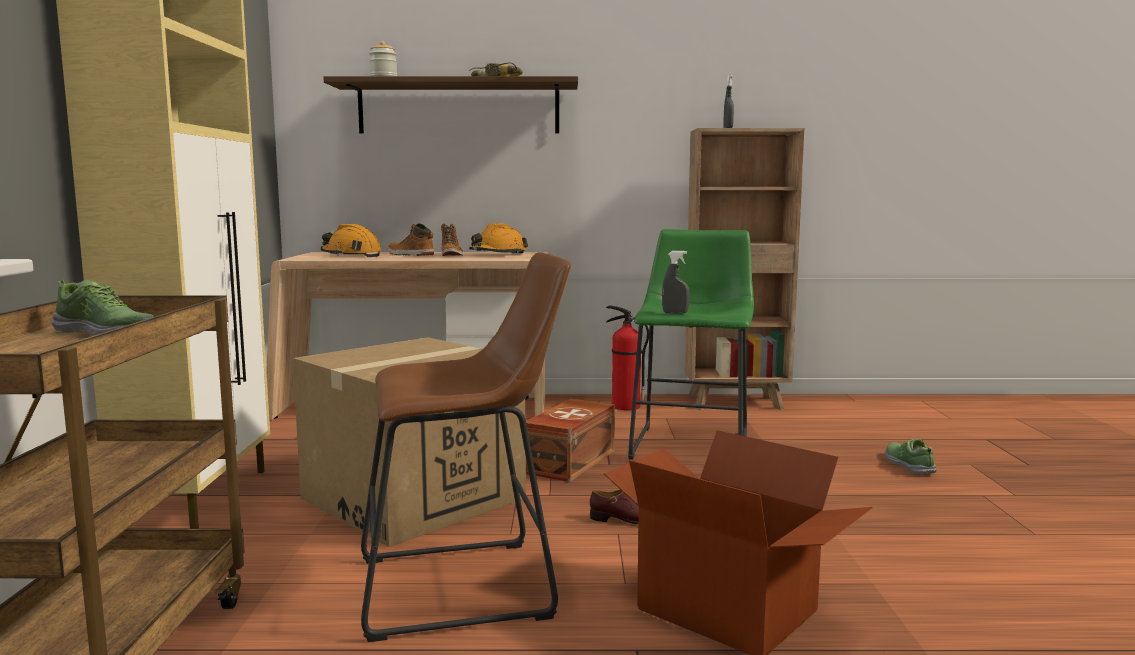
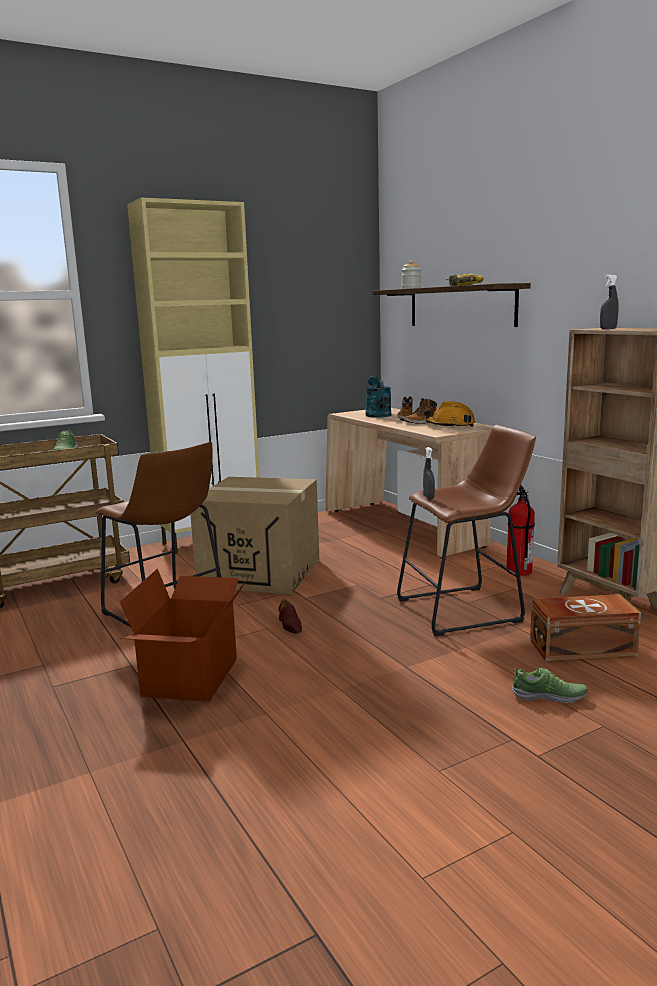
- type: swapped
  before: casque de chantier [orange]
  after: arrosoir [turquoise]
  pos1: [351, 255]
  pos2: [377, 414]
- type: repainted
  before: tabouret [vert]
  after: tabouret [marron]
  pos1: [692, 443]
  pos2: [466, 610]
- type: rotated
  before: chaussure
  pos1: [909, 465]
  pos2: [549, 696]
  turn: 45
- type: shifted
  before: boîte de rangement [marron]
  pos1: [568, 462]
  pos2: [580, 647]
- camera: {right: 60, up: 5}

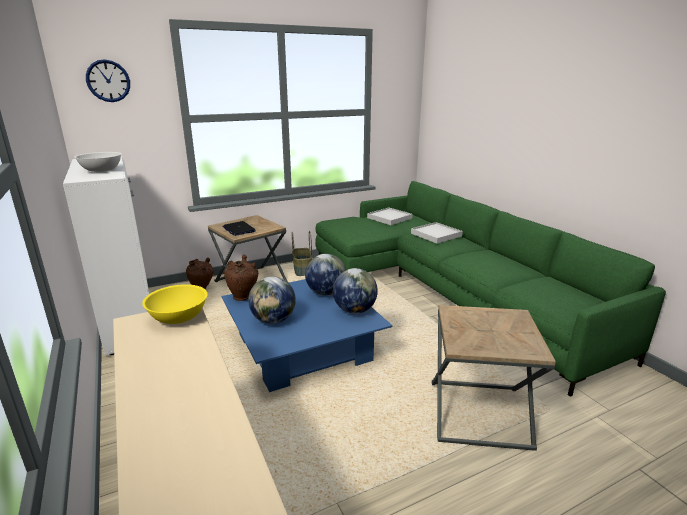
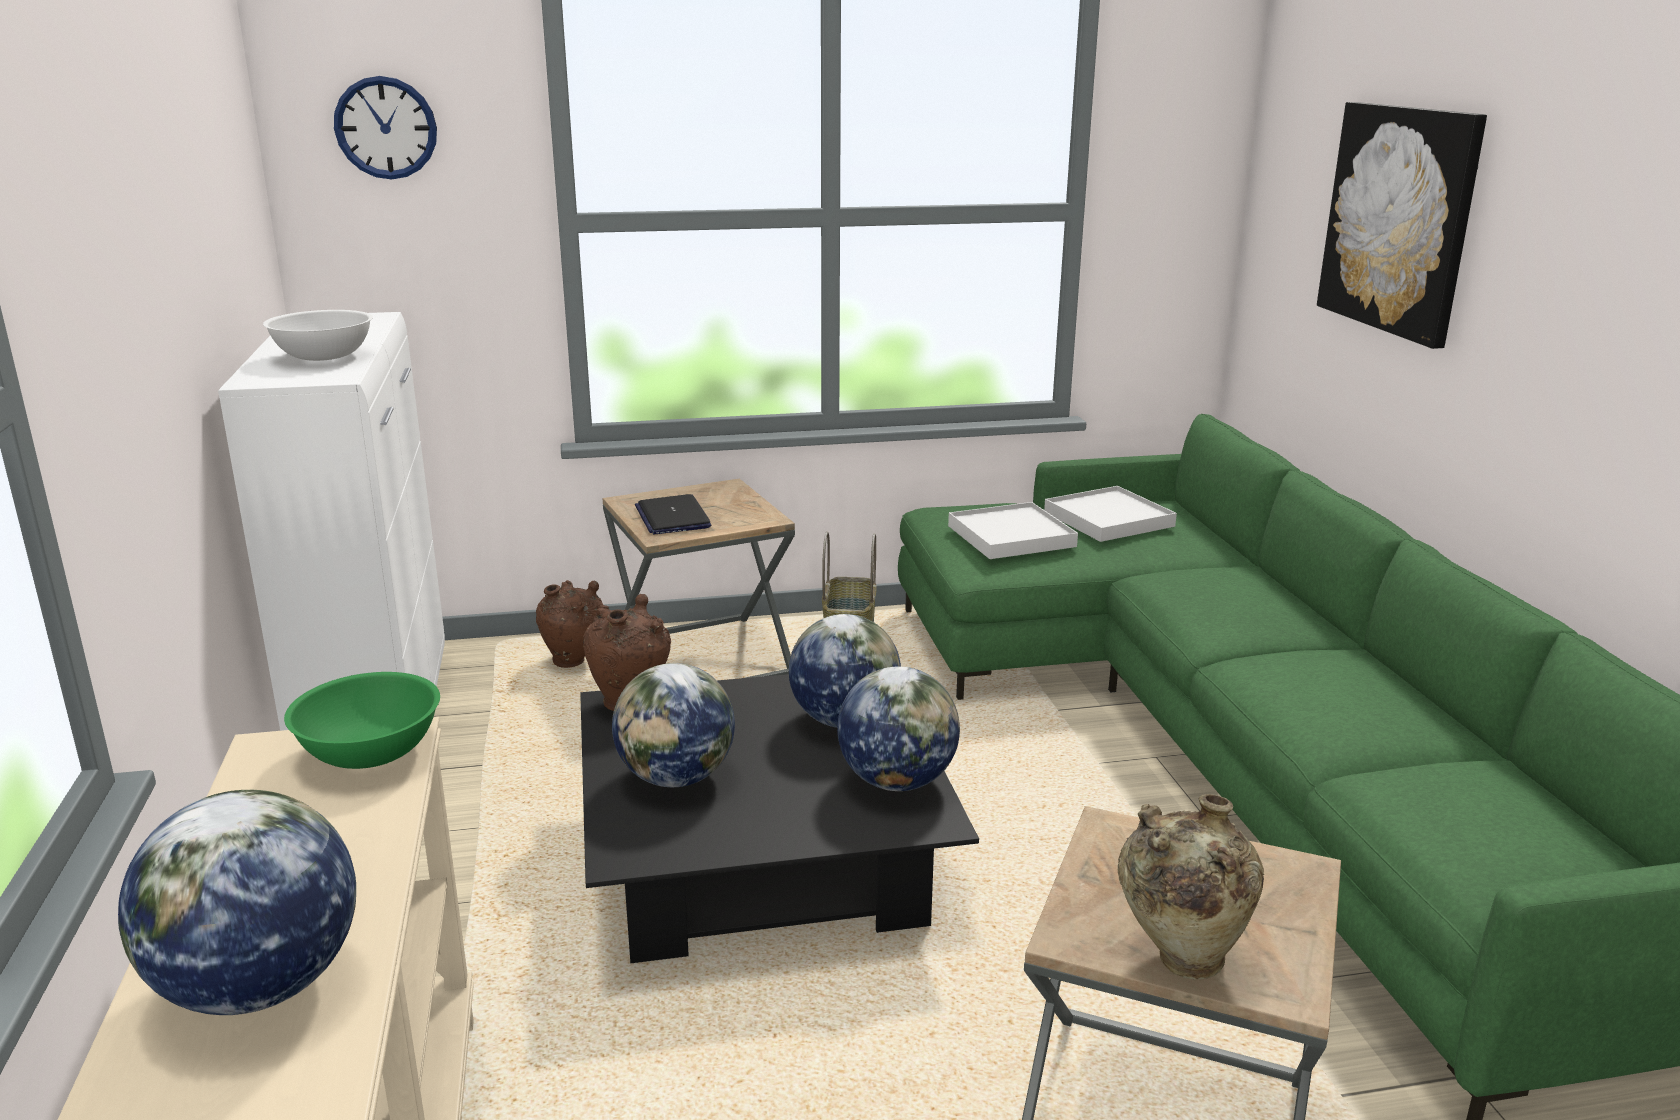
- type: new
  after: globe
  pos2: [258, 987]
- type: repainted
  before: bol [jaune]
  after: bol [vert]
  pos1: [178, 317]
  pos2: [370, 753]
- type: repainted
  before: table basse [bleu]
  after: table basse [noir]
  pos1: [304, 347]
  pos2: [764, 859]
- type: shifted
  before: plateau [blanc]
  pos1: [436, 235]
  pos2: [1011, 536]
- type: new
  after: vase [beige]
  pos2: [1179, 961]
- type: new
  after: tableau
  pos2: [1400, 219]
- camera: {right: 15, up: 0}

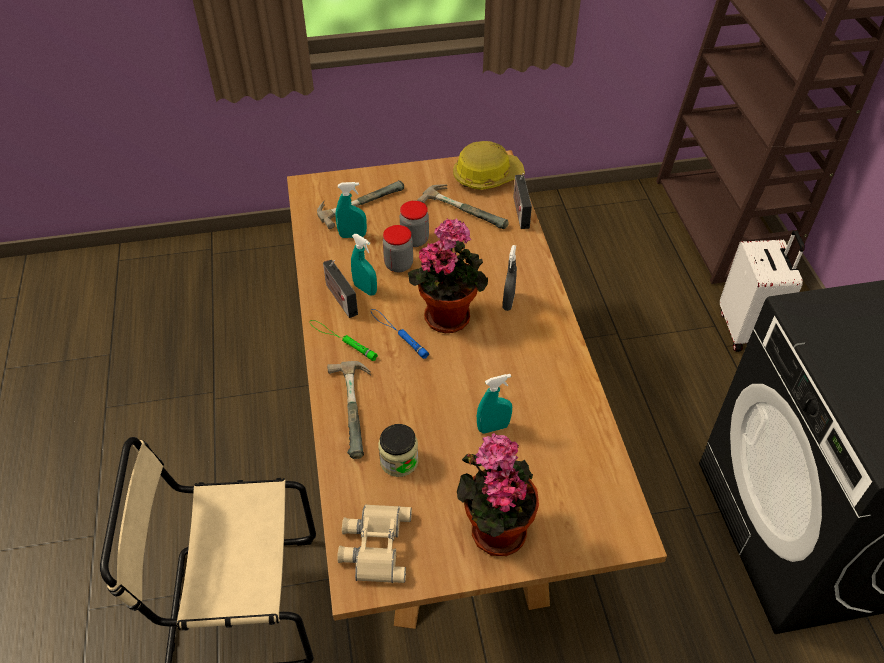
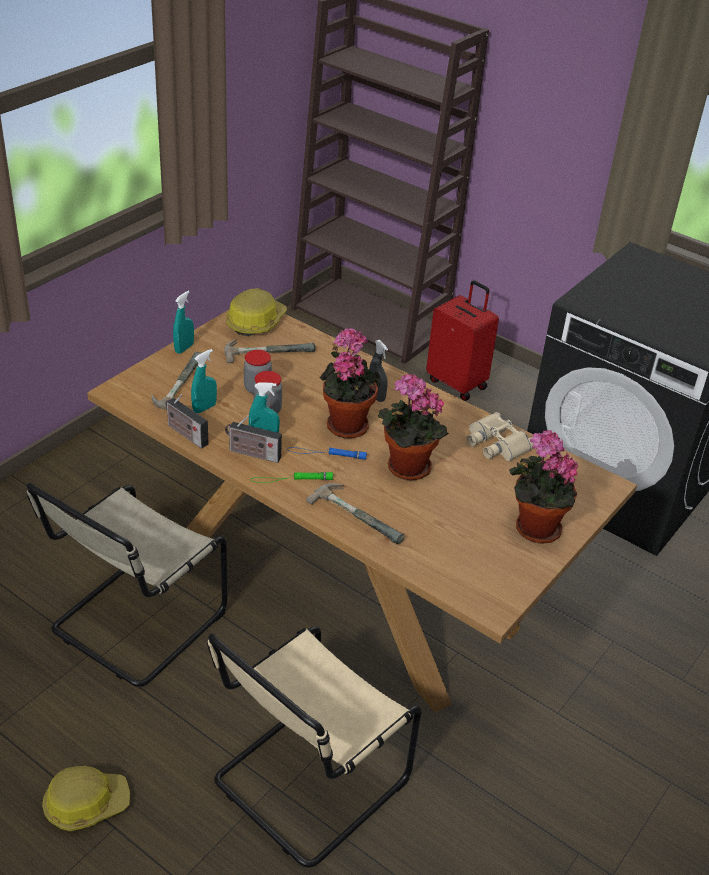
- type: new
  after: chaise [beige]
  pos2: [134, 624]
- type: new
  after: casque de chantier
  pos2: [86, 804]
- type: shifted
  before: radio
  pos1: [520, 211]
  pos2: [185, 434]
- type: shifted
  before: vaporisateur [turquoise]
  pos1: [493, 427]
  pos2: [184, 348]
- type: new
  after: plante en pot
  pos2: [405, 468]
- type: repainted
  before: valise [blanc]
  after: valise [rouge]
  pos1: [746, 330]
  pos2: [457, 383]
- type: shifted
  before: jumelles [beige]
  pos1: [374, 545]
  pos2: [495, 443]
- type: gone
  before: bocal
  pos1: [399, 461]
- camera: {right: -45, up: -10}

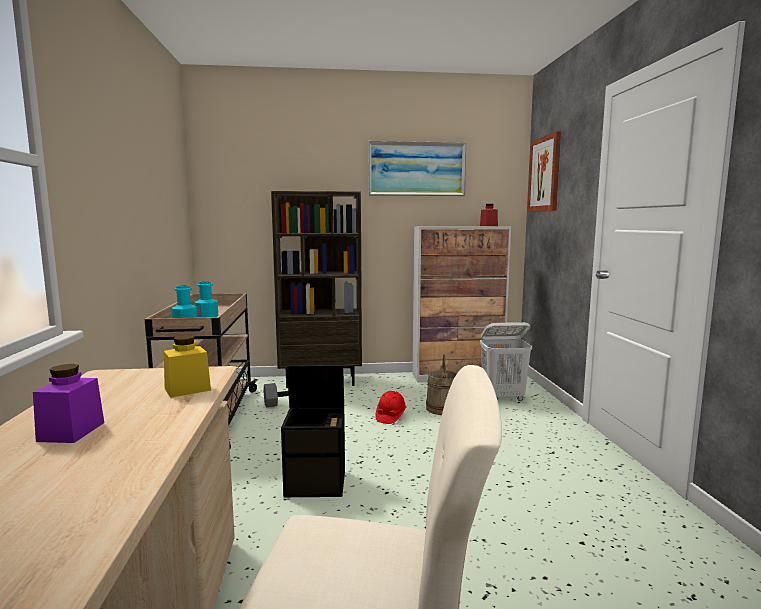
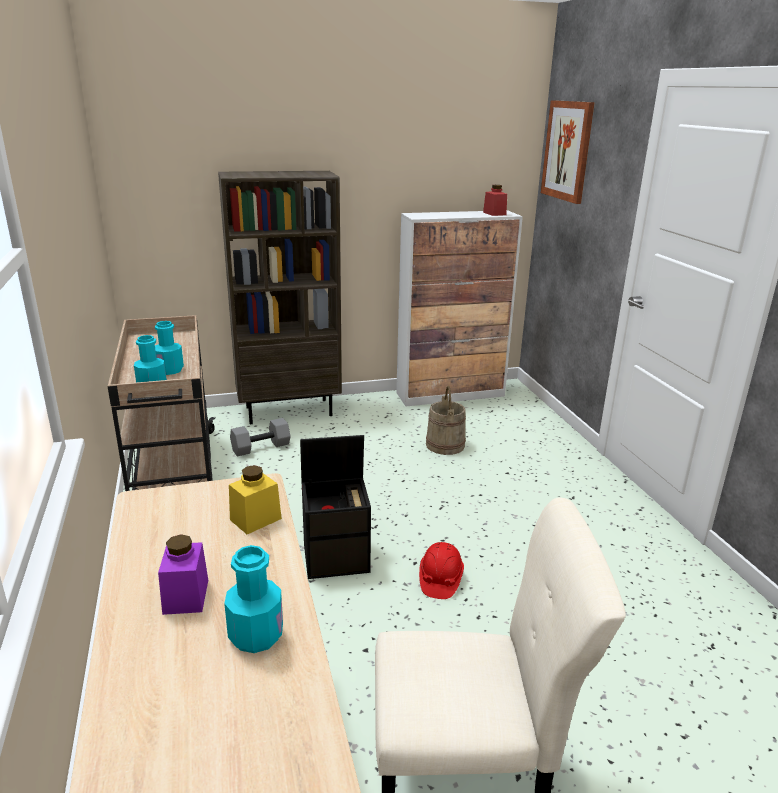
- type: new
  after: bouteille [turquoise]
  pos2: [256, 635]
- type: shifted
  before: casque de chantier [rouge]
  pos1: [390, 416]
  pos2: [440, 580]
- type: gone
  before: tableau
  pos1: [416, 169]
- type: gone
  before: panier à linge [blanc]
  pos1: [503, 398]
- camera: {right: -10, up: 15}

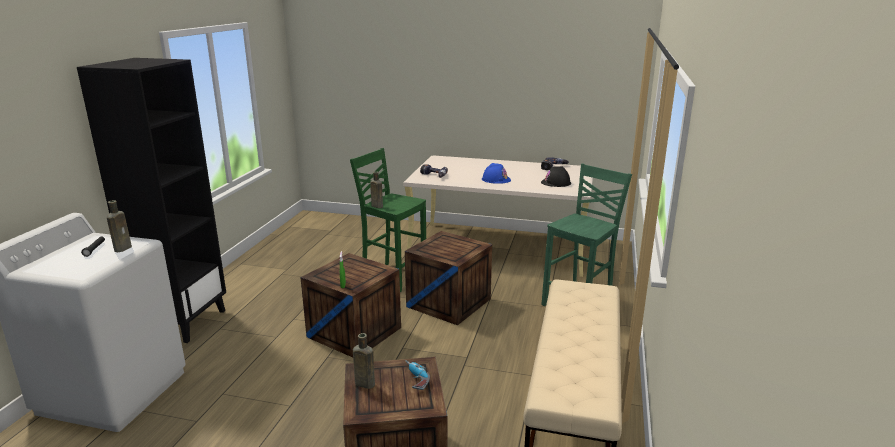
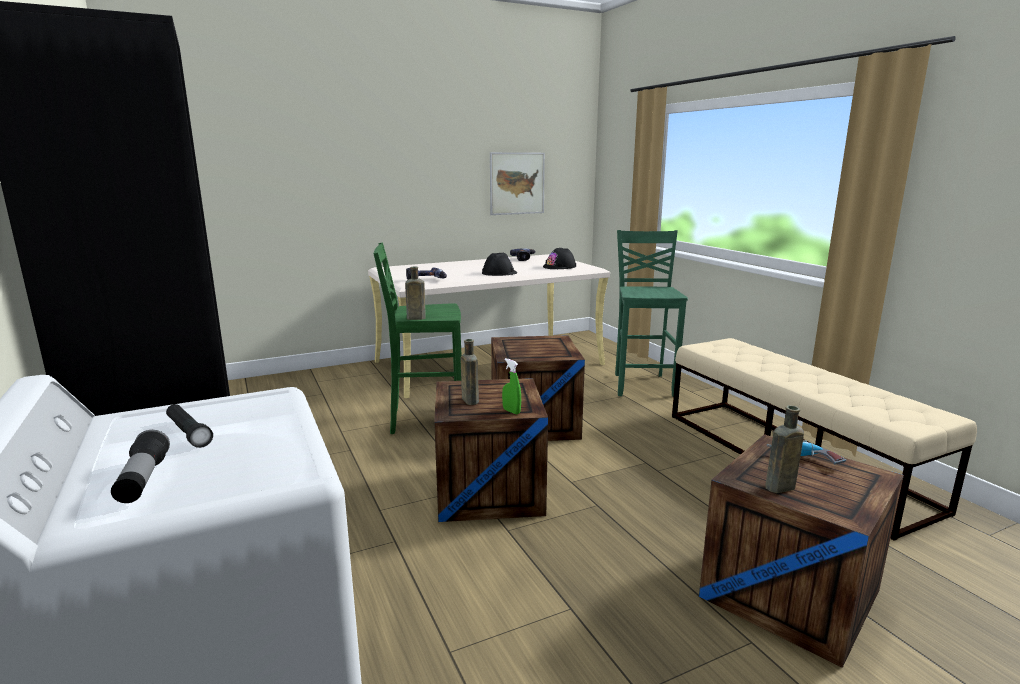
- type: new
  after: lampe de poche
  pos2: [143, 480]
- type: shifted
  before: bouteille [marron]
  pos1: [124, 248]
  pos2: [469, 400]
- type: repainted
  before: casque de chantier [bleu]
  after: casque de chantier [noir]
  pos1: [496, 179]
  pos2: [499, 273]
- type: new
  after: tableau
  pos2: [517, 183]
- camera: {right: -40, up: -5}

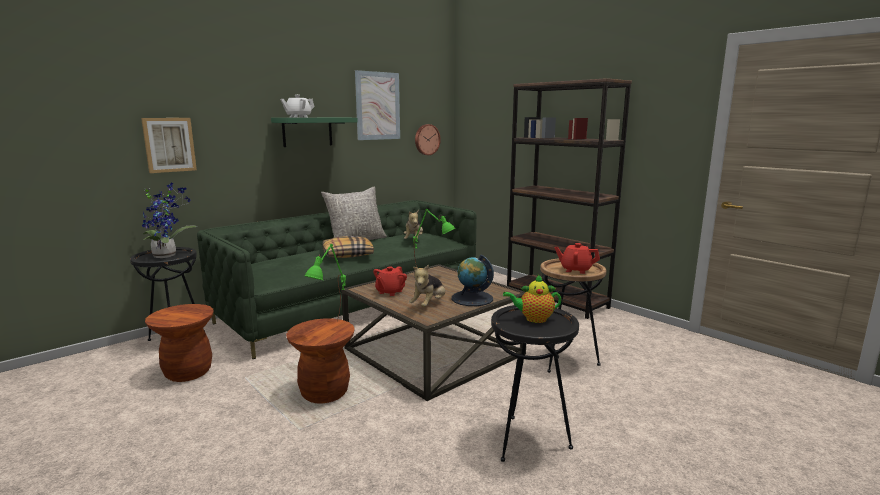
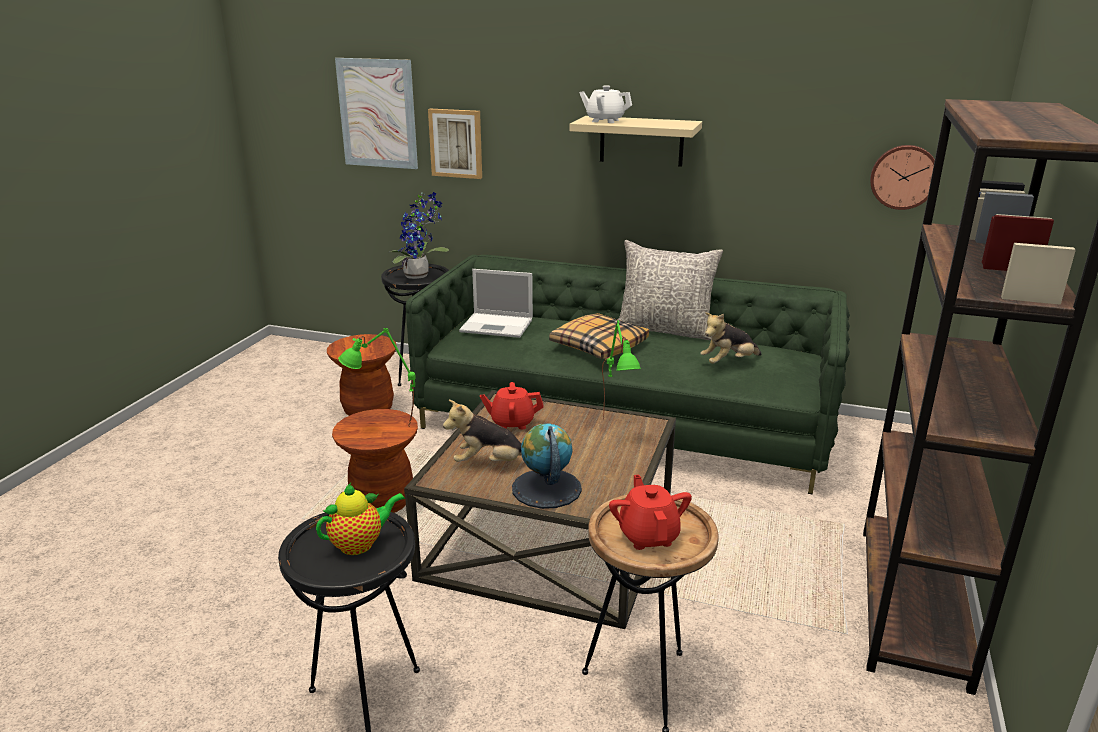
- type: rotated
  before: théière
  pos1: [533, 319]
  pos2: [360, 544]
  turn: 90
- type: shifted
  before: tableau
  pos1: [378, 106]
  pos2: [377, 113]
- type: new
  after: ordinateur portable
  pos2: [498, 325]
- type: repainted
  before: étagère [vert]
  after: étagère [beige]
  pos1: [307, 132]
  pos2: [641, 141]
- camera: {right: 60, up: 10}

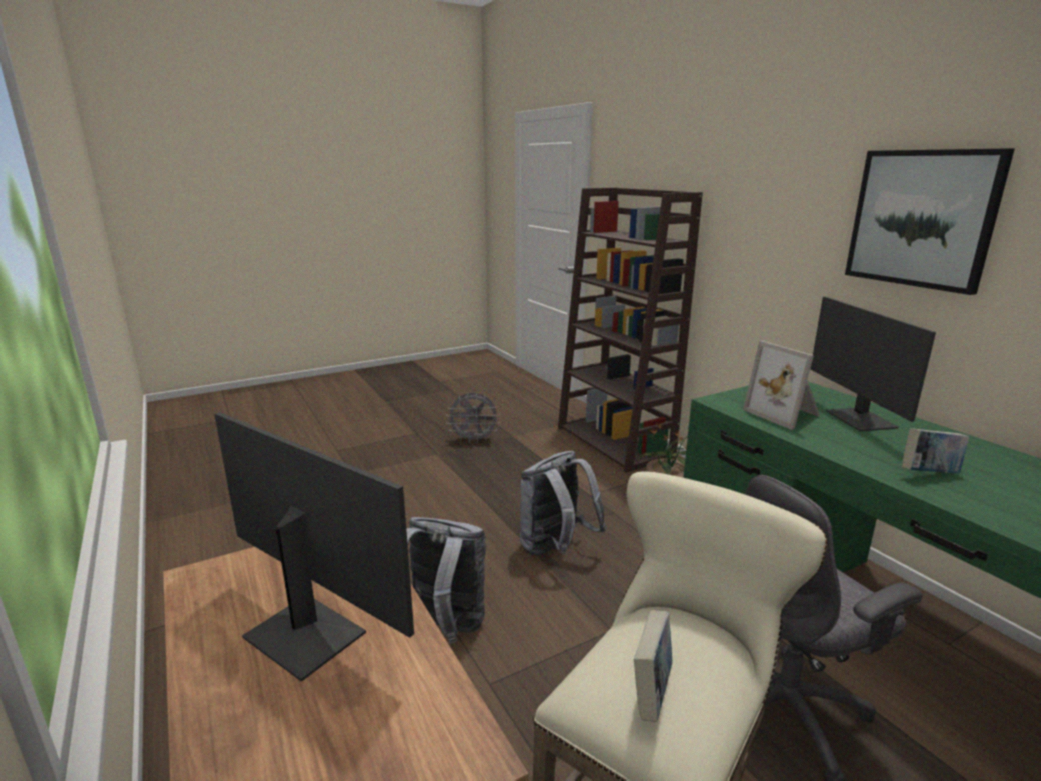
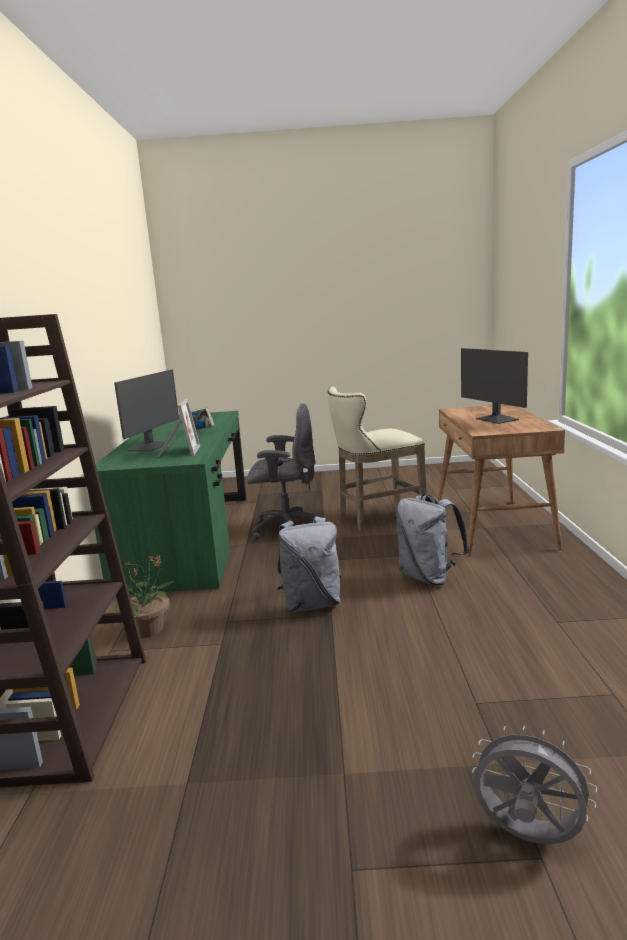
- type: shifted
  before: ventilateur [gris]
  pos1: [474, 440]
  pos2: [527, 837]
- type: gone
  before: livre
  pos1: [651, 691]
- type: gone
  before: tableau
  pos1: [922, 219]
- camera: {right: -150, up: -5}

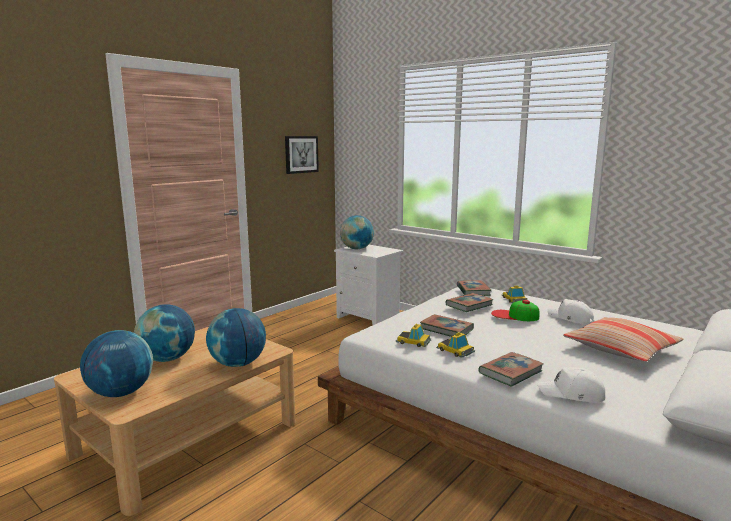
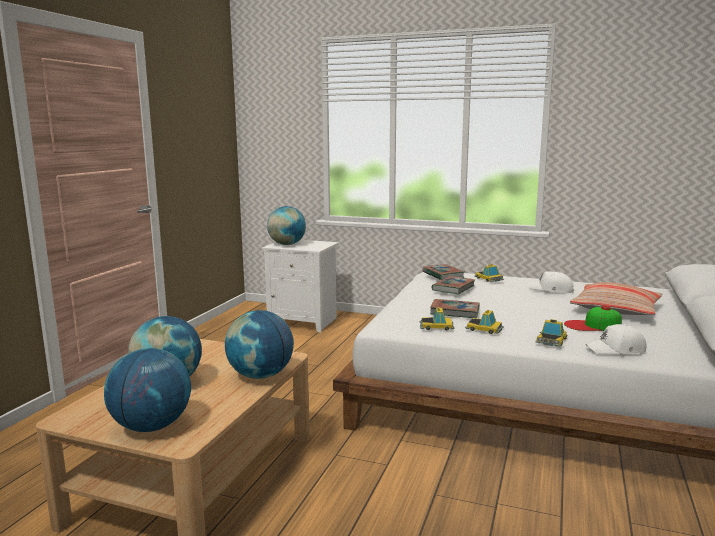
- type: swapped
  before: livre
  after: petite voiture
  pos1: [510, 372]
  pos2: [551, 340]
- type: shifted
  before: casquette
  pos1: [514, 315]
  pos2: [592, 325]
- type: gone
  before: tableau
  pos1: [301, 154]
- camera: {right: -20, up: 0}

